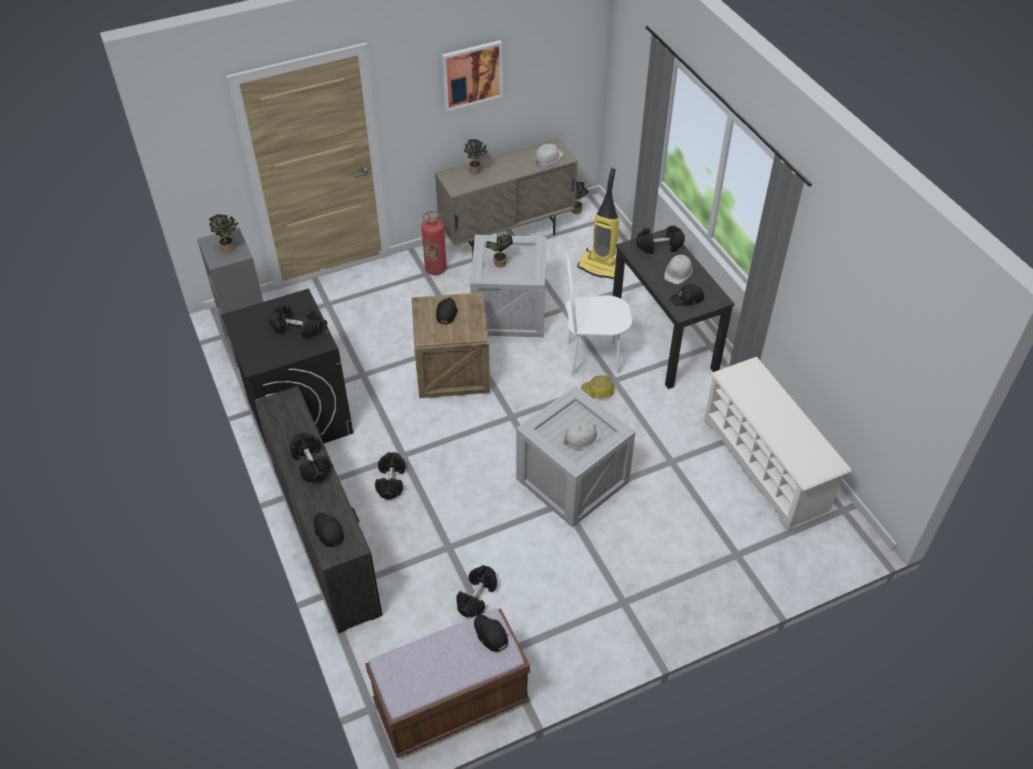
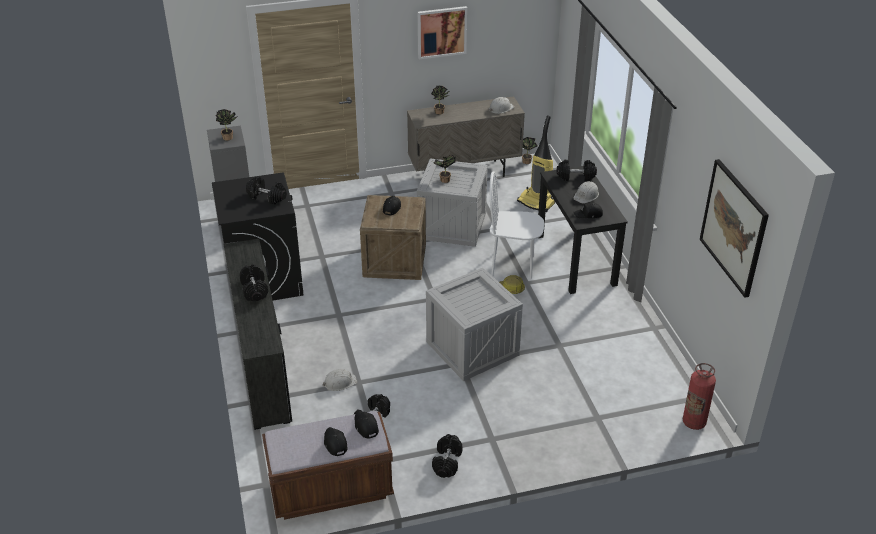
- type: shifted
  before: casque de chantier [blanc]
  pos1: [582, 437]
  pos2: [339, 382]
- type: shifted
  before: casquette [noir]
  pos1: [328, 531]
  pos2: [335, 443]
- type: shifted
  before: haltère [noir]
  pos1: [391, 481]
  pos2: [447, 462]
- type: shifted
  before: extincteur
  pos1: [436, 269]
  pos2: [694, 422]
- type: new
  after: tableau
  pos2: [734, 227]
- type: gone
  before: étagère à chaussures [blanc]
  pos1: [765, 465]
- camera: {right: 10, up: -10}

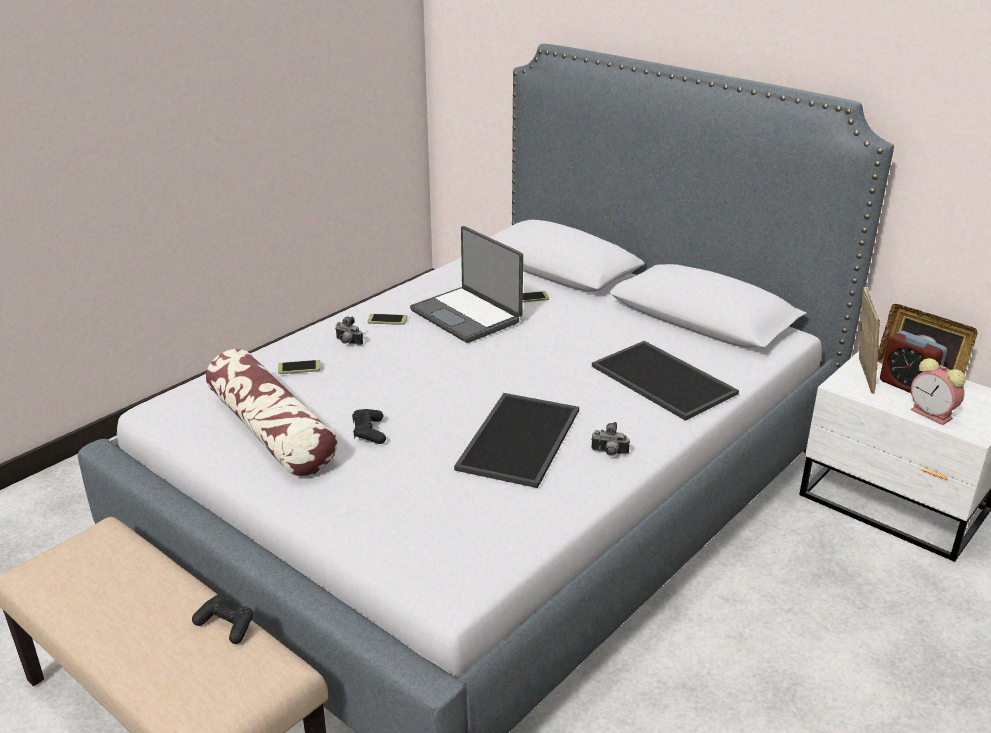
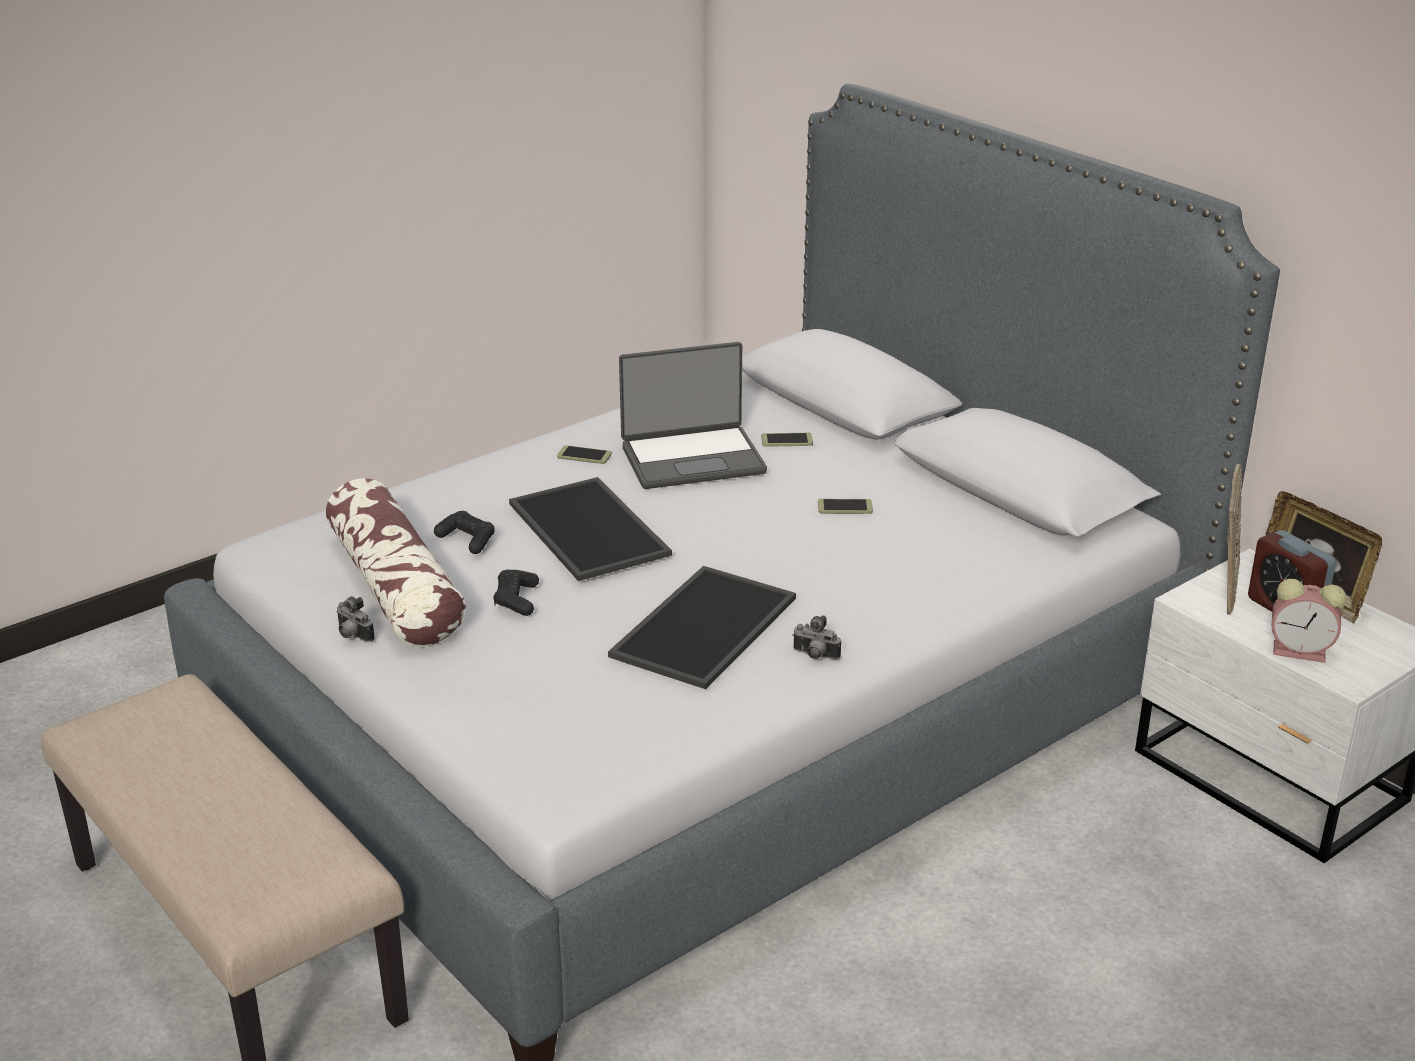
- type: shifted
  before: appareil photo
  pos1: [347, 342]
  pos2: [352, 636]
- type: shifted
  before: manette [noir]
  pos1: [226, 625]
  pos2: [467, 540]
- type: shifted
  before: plateau
  pos1: [665, 380]
  pos2: [592, 529]
- type: rotated
  before: ordinateur portable
  pos1: [467, 315]
  pos2: [692, 458]
  turn: -75
- type: shifted
  before: téléphone
  pos1: [299, 367]
  pos2: [845, 507]
- type: rotated
  before: réveil
  pos1: [933, 415]
  pos2: [1301, 651]
  turn: -45
- camera: {right: 10, up: 0}

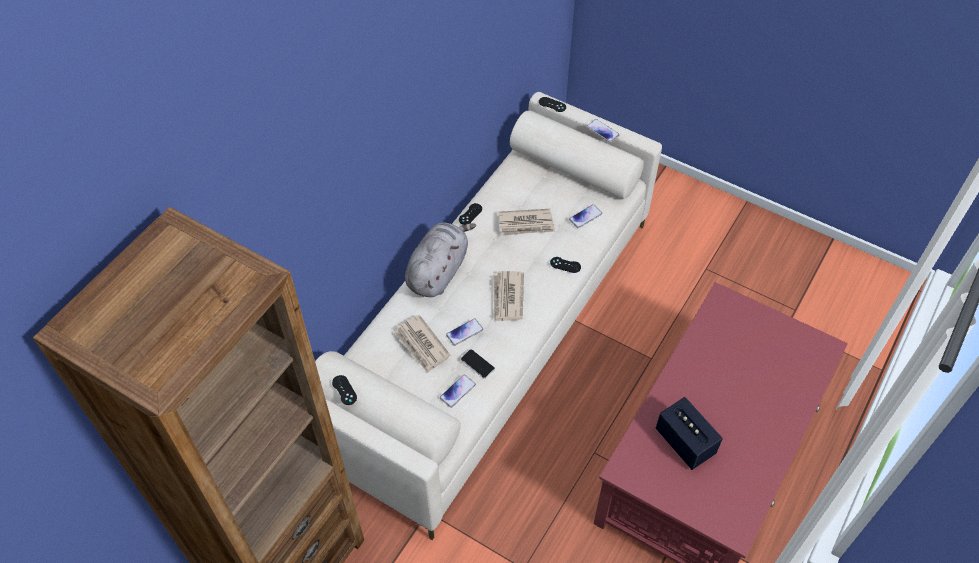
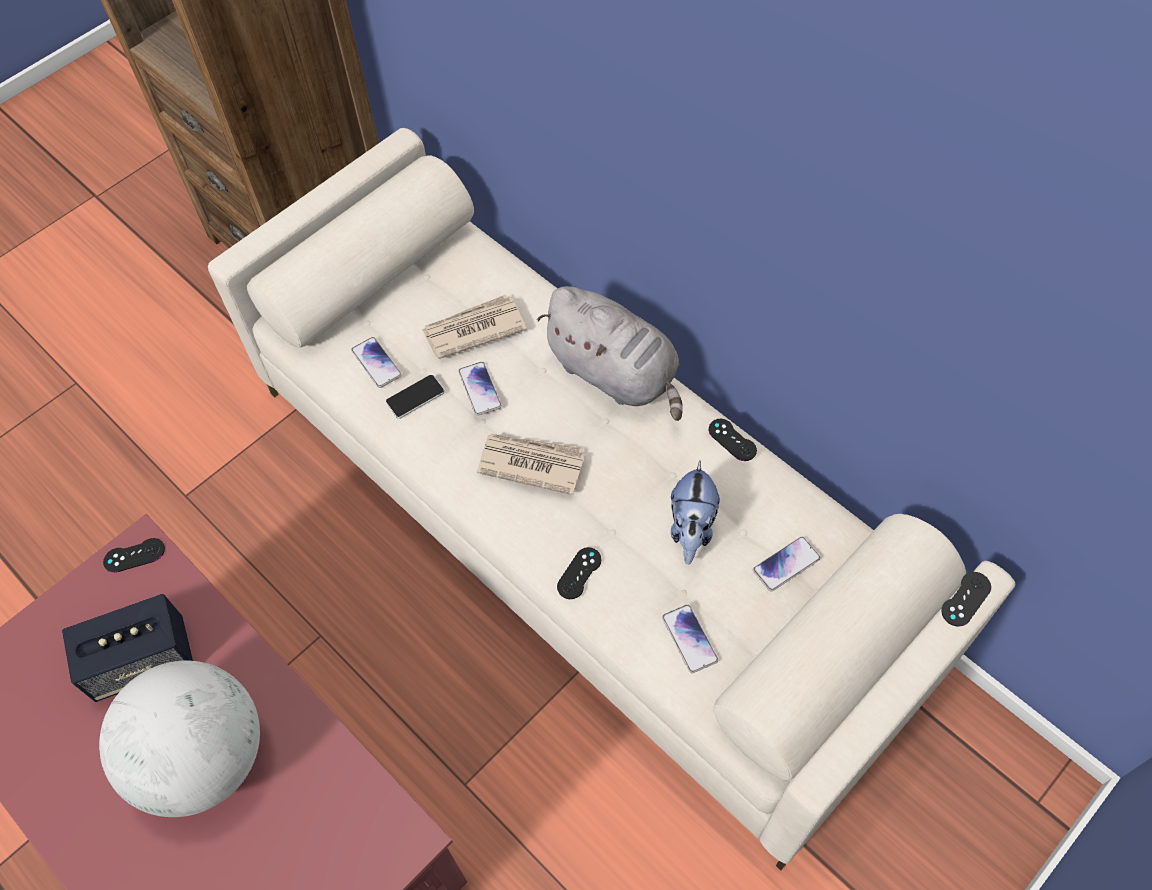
- type: new
  after: globe
  pos2: [203, 758]
- type: shifted
  before: manette [noir]
  pos1: [344, 390]
  pos2: [134, 555]
- type: swapped
  before: journal
  after: peluche
  pos1: [526, 224]
  pos2: [691, 528]
- type: shifted
  before: téléphone
  pos1: [602, 131]
  pos2: [786, 564]
- camera: {right: 105, up: 5}

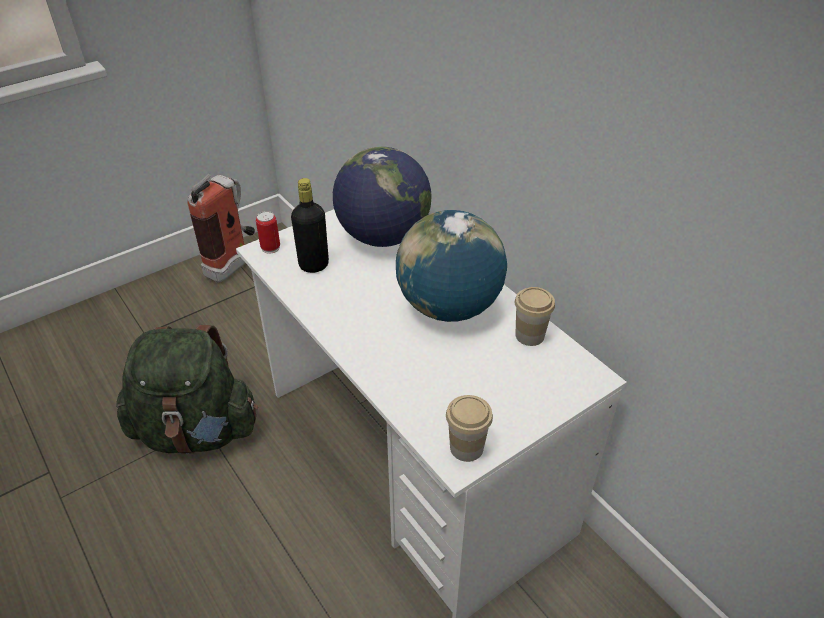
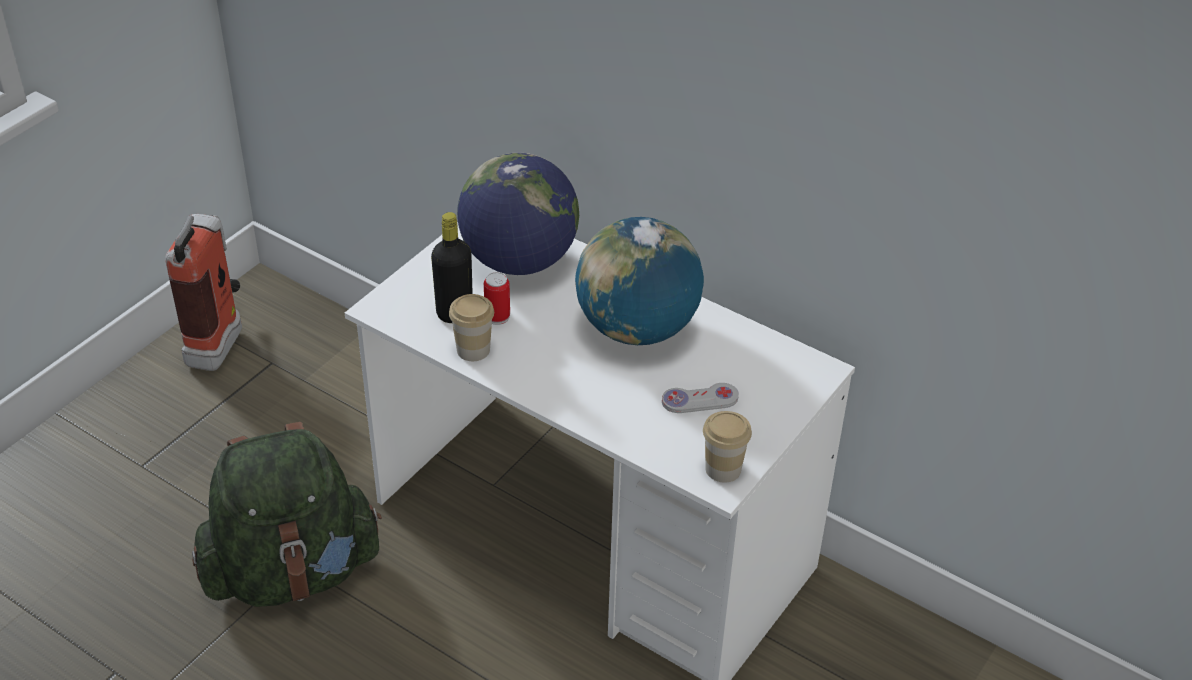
- type: shifted
  before: tasse
  pos1: [529, 335]
  pos2: [473, 350]
- type: shifted
  before: boîte métallique
  pos1: [270, 247]
  pos2: [497, 316]
- type: new
  after: manette [blanc]
  pos2: [700, 400]
- camera: {right: -20, up: 0}

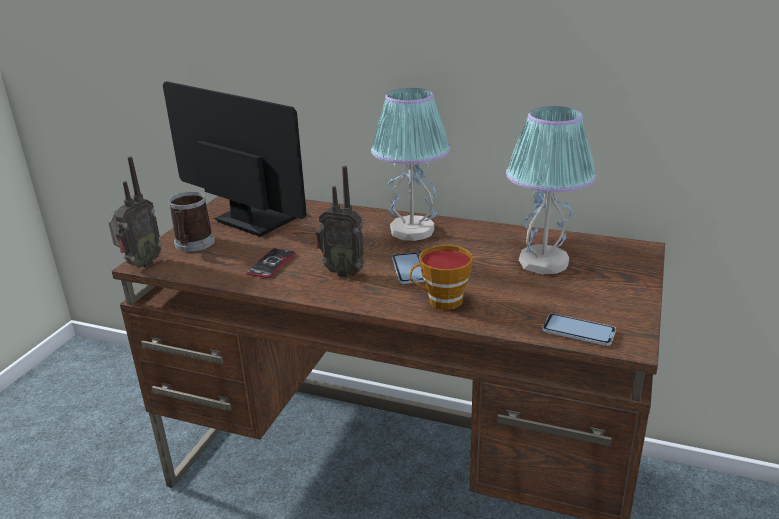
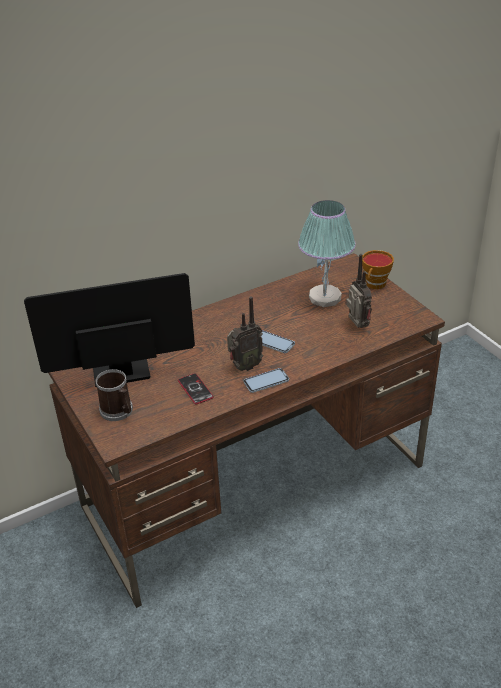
- type: shifted
  before: téléphone
  pos1: [578, 331]
  pos2: [266, 381]
- type: shifted
  before: radio
  pos1: [140, 264]
  pos2: [356, 326]
- type: shifted
  before: tasse
  pos1: [441, 301]
  pos2: [375, 285]
- type: gone
  before: lampe de table
  pos1: [411, 231]
- camera: {right: -50, up: 10}

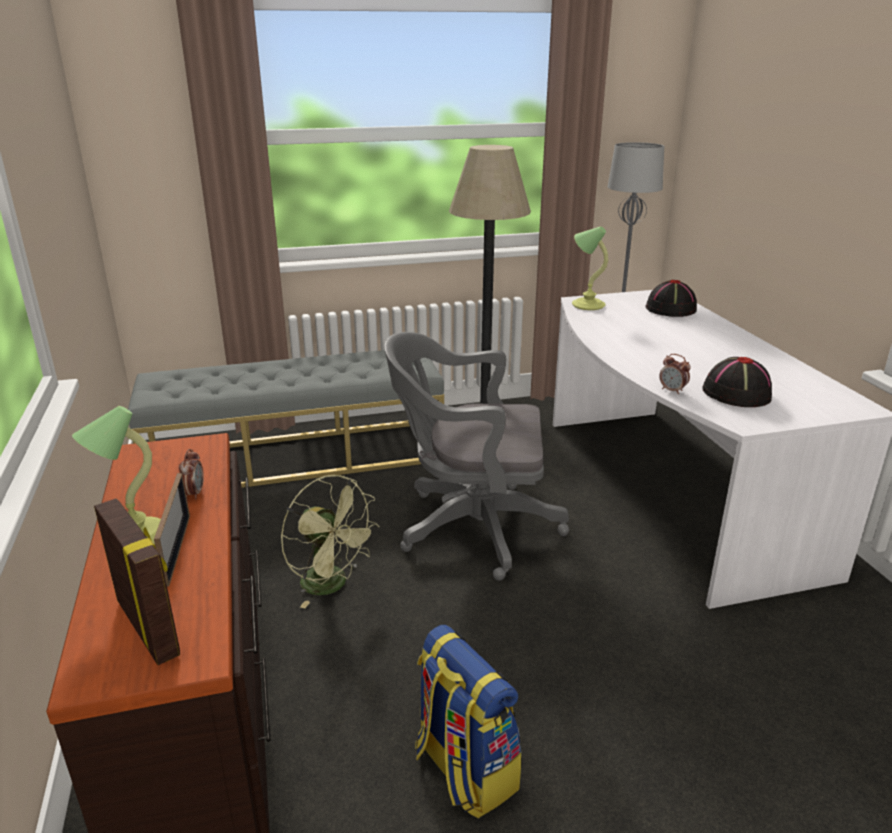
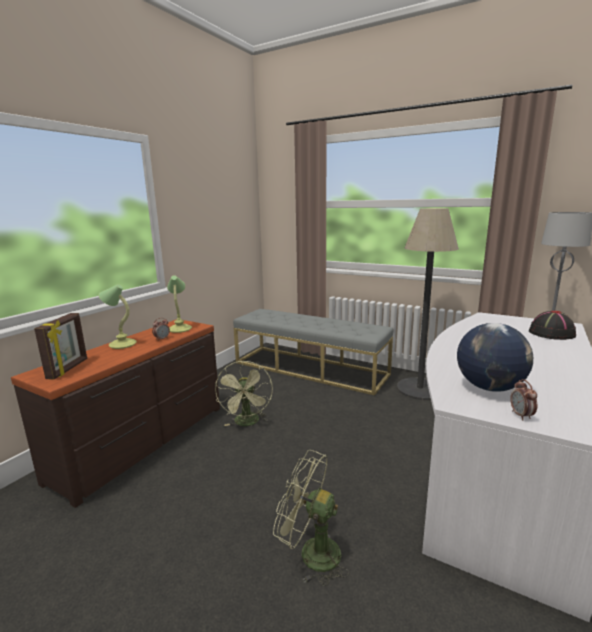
- type: shifted
  before: lampe de table
  pos1: [587, 305]
  pos2: [180, 329]
- type: new
  after: ventilateur [vert]
  pos2: [311, 553]
- type: swapped
  before: chapeau [noir]
  after: globe
  pos1: [736, 393]
  pos2: [489, 387]
- type: shifted
  before: réveil
  pos1: [672, 390]
  pos2: [521, 415]
- type: gone
  before: cadre photo
  pos1: [177, 549]
- type: gone
  before: chaise de bureau [gris]
  pos1: [470, 527]
- type: gone
  before: sac à dos
  pos1: [463, 770]
- camera: {right: 45, up: -10}

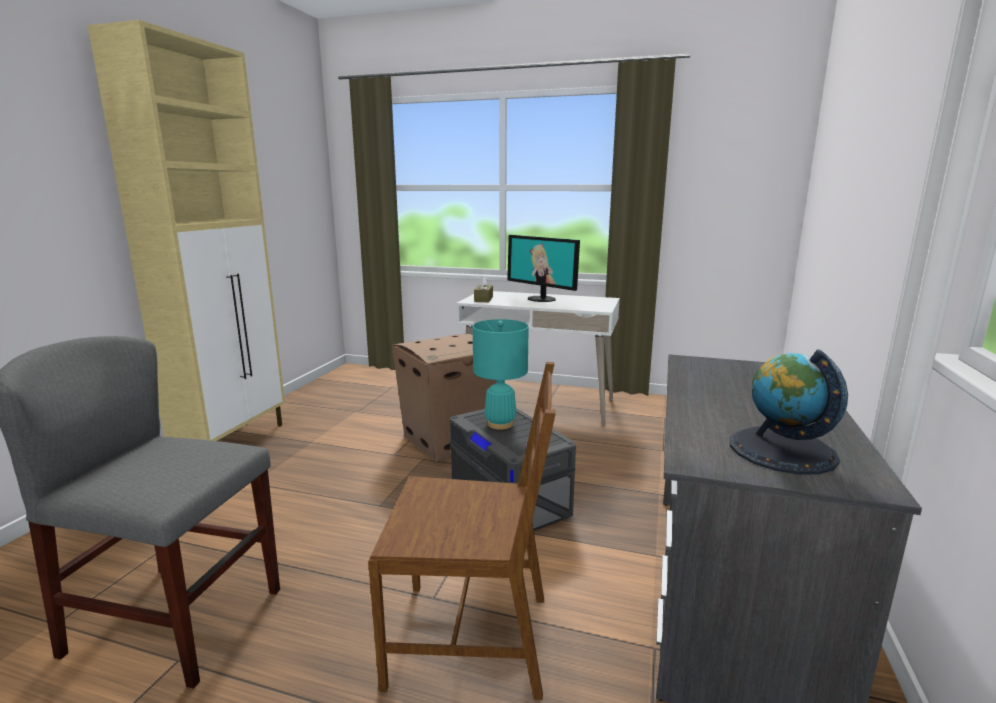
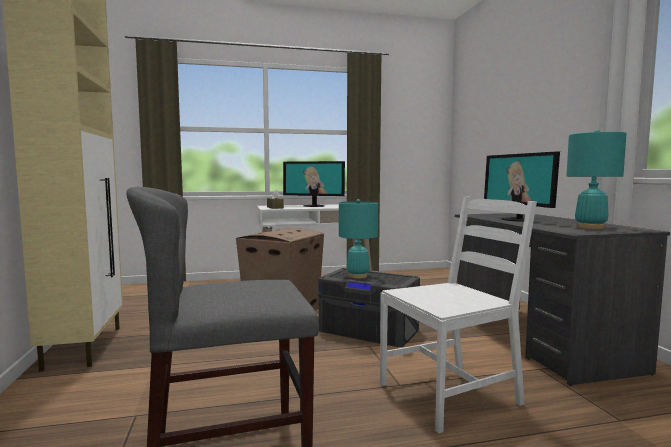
- type: repainted
  before: chaise [marron]
  after: chaise [blanc]
  pos1: [471, 637]
  pos2: [450, 393]
- type: new
  after: écran d'ordinateur
  pos2: [517, 219]
- type: swapped
  before: globe
  after: lampe de table [turquoise]
  pos1: [781, 450]
  pos2: [590, 227]
- camera: {right: -30, up: -10}

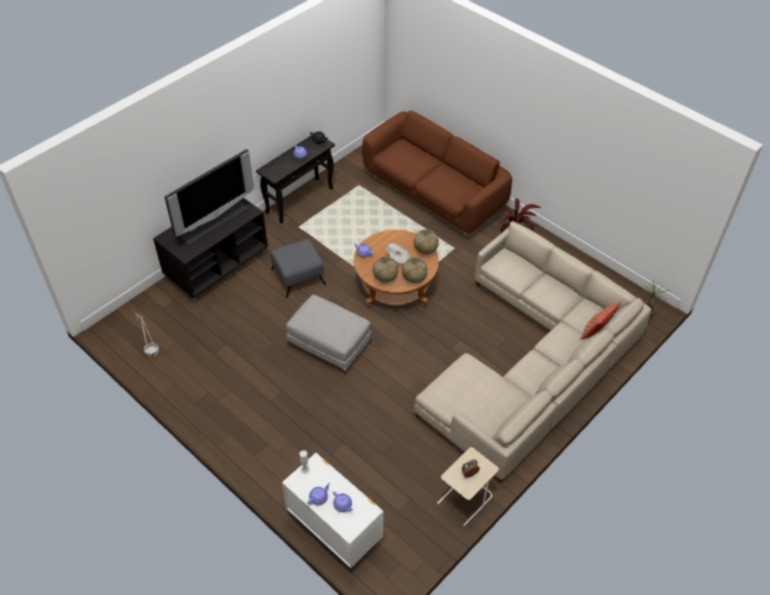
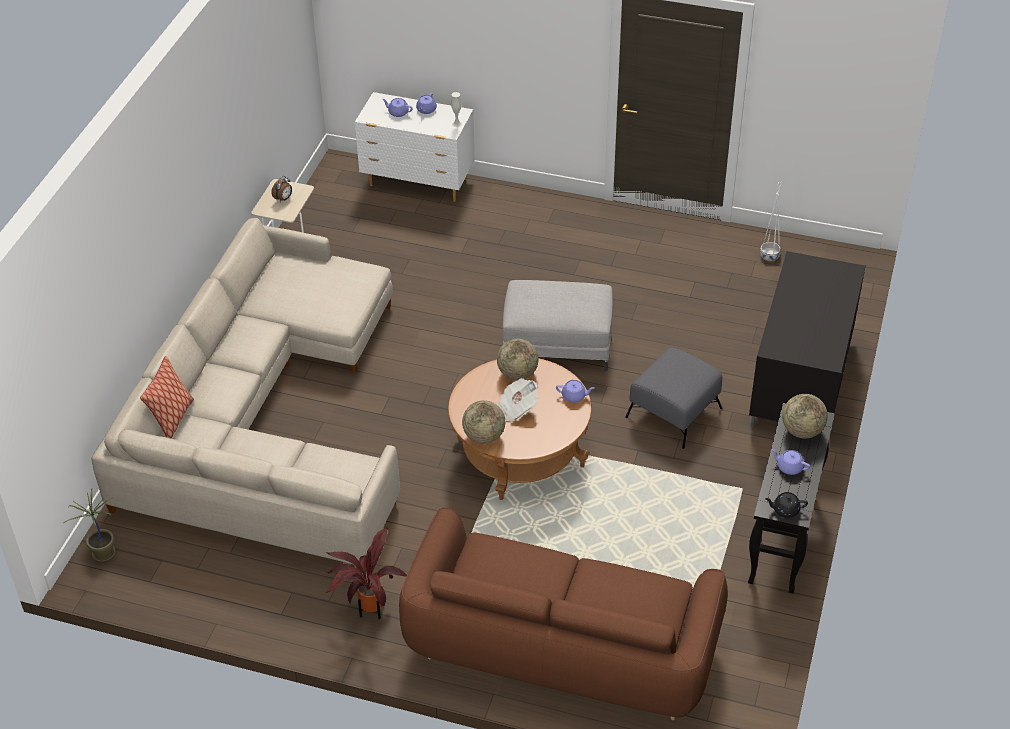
- type: shifted
  before: globe
  pos1: [414, 278]
  pos2: [802, 431]
- type: gone
  before: téléviseur
  pos1: [212, 220]
- camera: {right: 155, up: -5}

